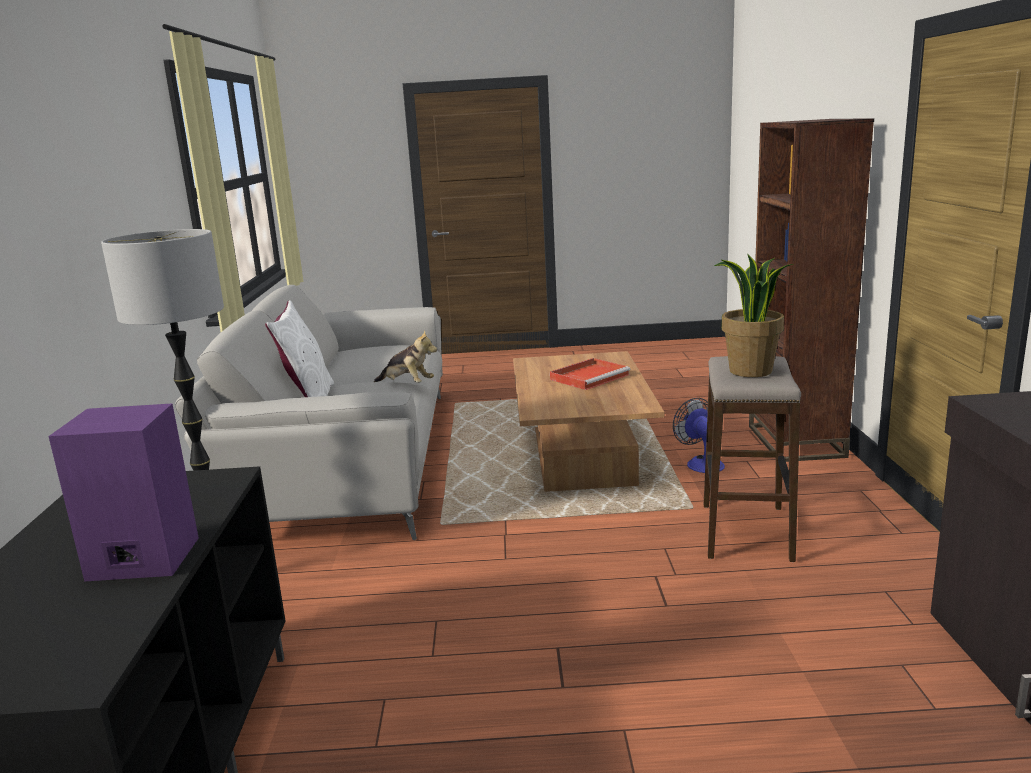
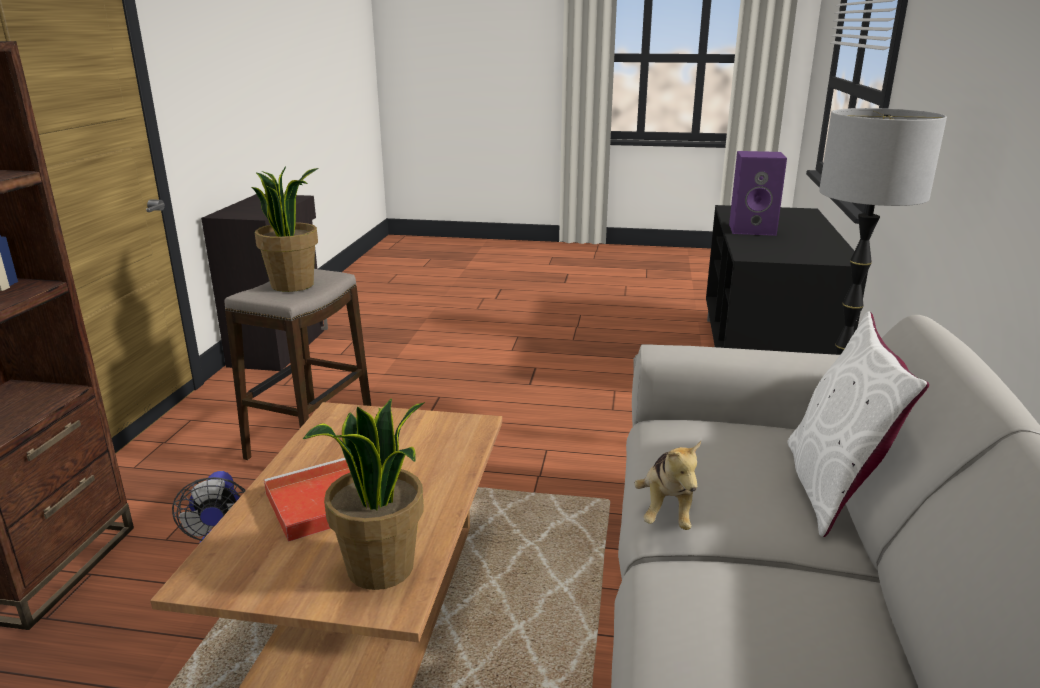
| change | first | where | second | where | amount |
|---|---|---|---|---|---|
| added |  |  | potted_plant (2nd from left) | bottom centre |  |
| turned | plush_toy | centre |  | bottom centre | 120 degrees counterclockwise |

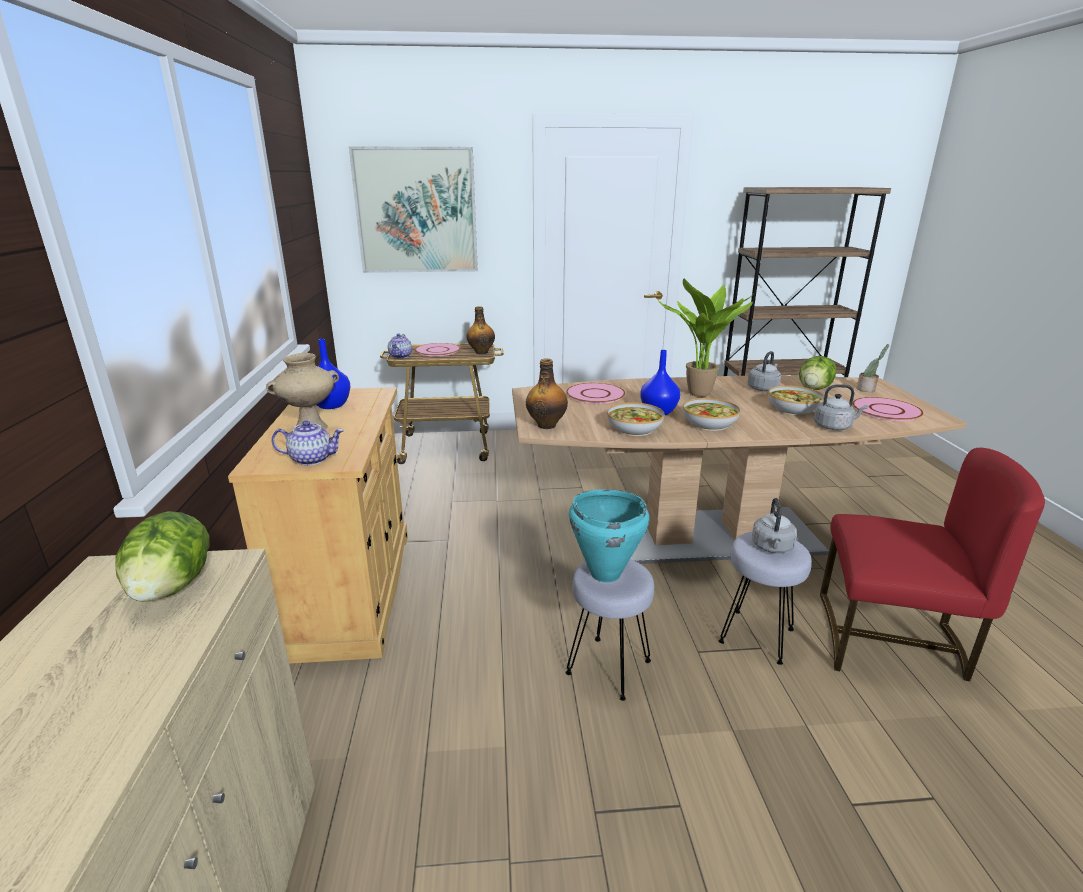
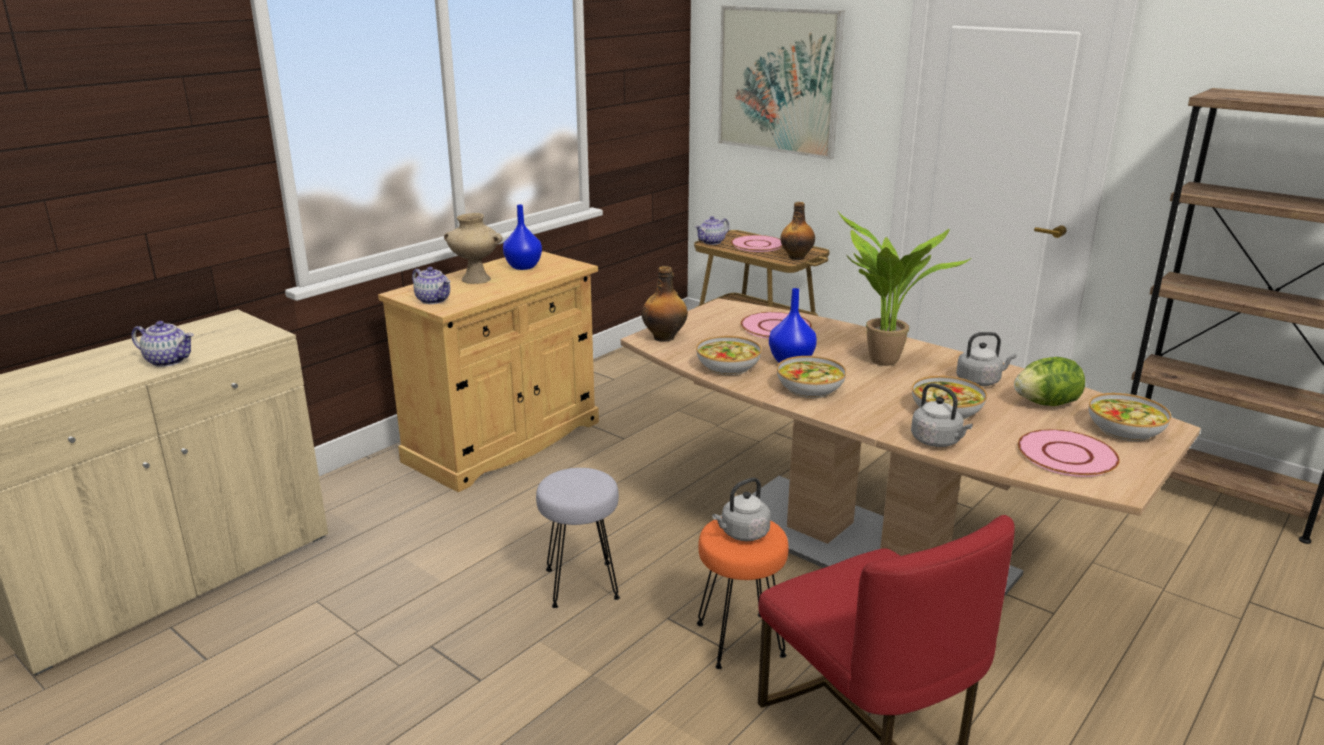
| change | first | where | second | where | amount |
|---|---|---|---|---|---|
| added |  |  | teapot (1st from left) | middle left |  |
| recoloured | grey_stool (2nd from left) | bottom right | orange_stool | bottom centre |  |
| replaced | potted_plant (2nd from left) | middle right | bowl (4th from left) | middle right |  |
| removed | lettuce (1st from left) | middle left |  |  |  |
| removed | turquoise_cooking_pot | centre |  |  |  |

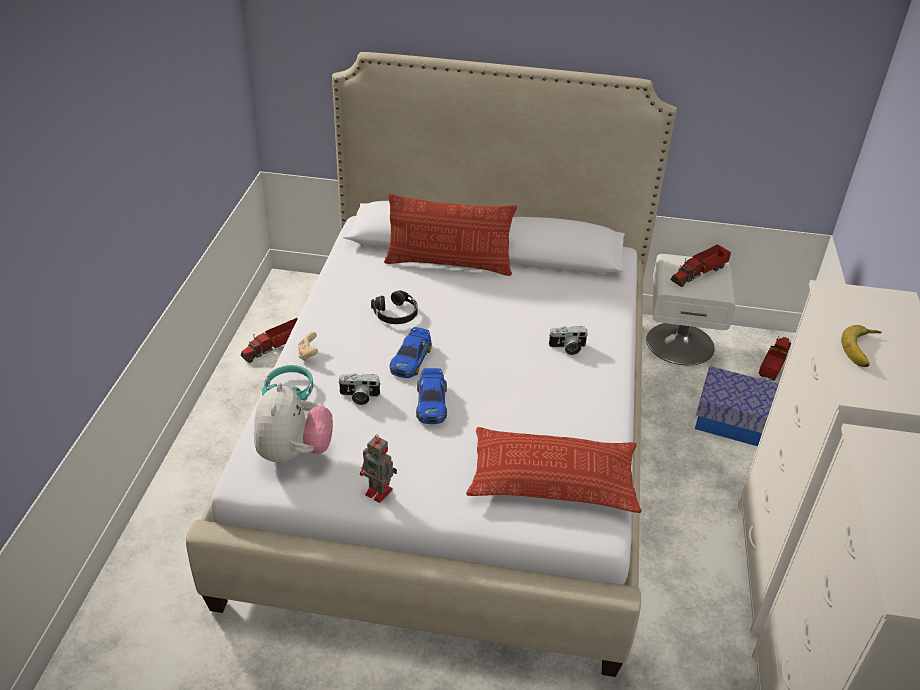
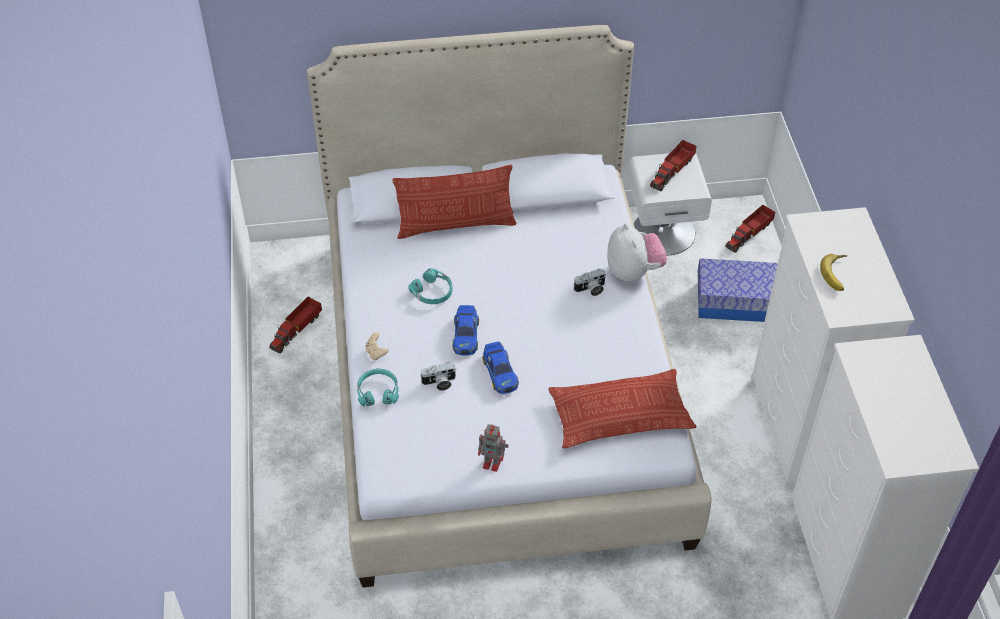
| change | first | where | second | where | amount |
|---|---|---|---|---|---|
| recoloured | black_headphones | centre | turquoise_headphones (2nd from left) | centre |  |
| moved | plush_toy | middle left |  | centre |  |
| turned | toy_truck (3rd from left) | middle right |  | middle right | 150 degrees counterclockwise |

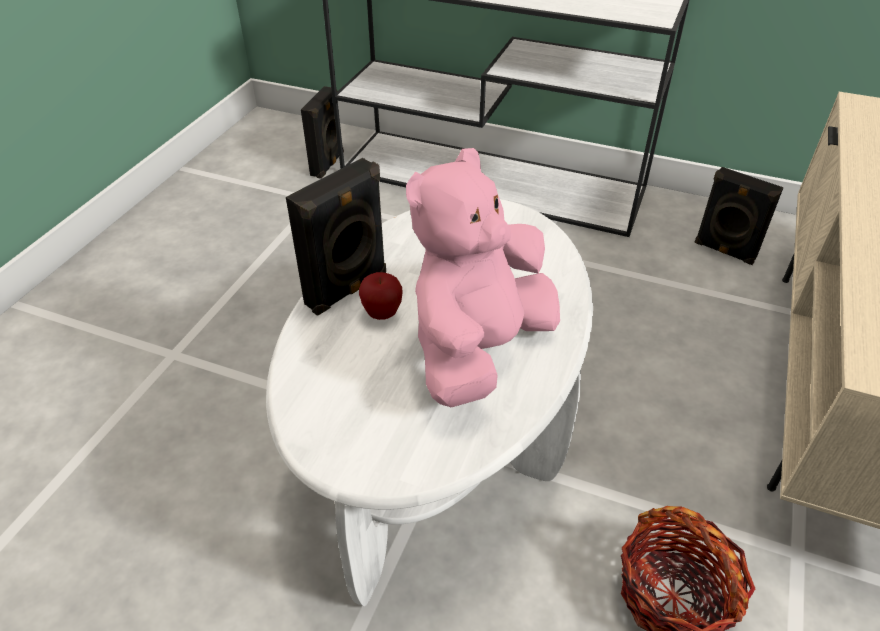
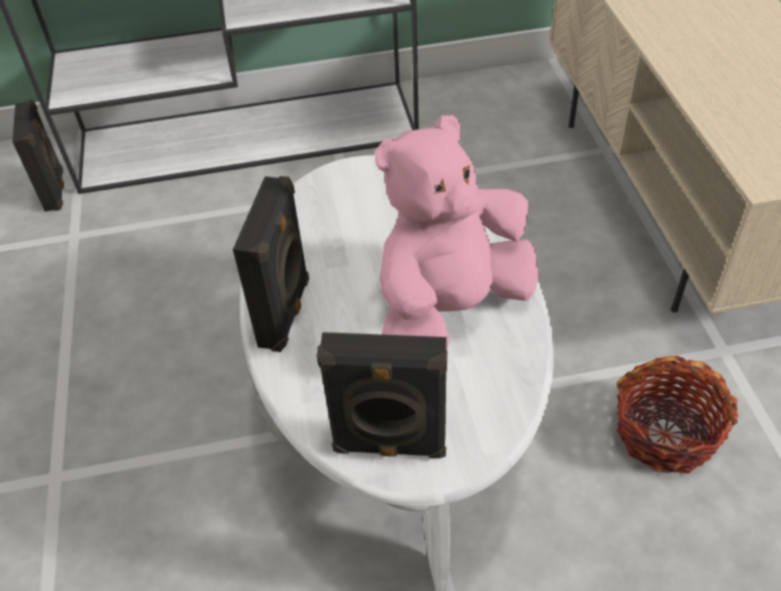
| change | first | where | second | where | amount |
|---|---|---|---|---|---|
| moved | black_speaker (3rd from left) | middle right |  | bottom centre |  |
| turned | pink_plush_toy | centre |  | centre | 45 degrees clockwise |
| removed | apple | centre |  |  |  |

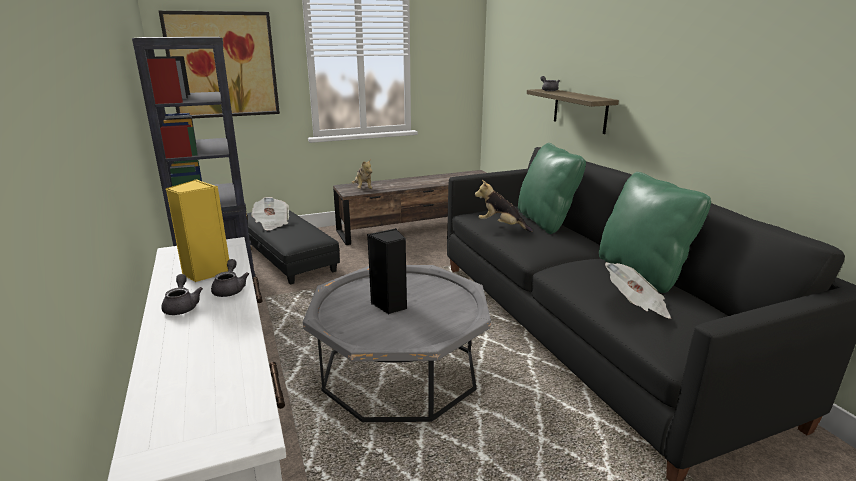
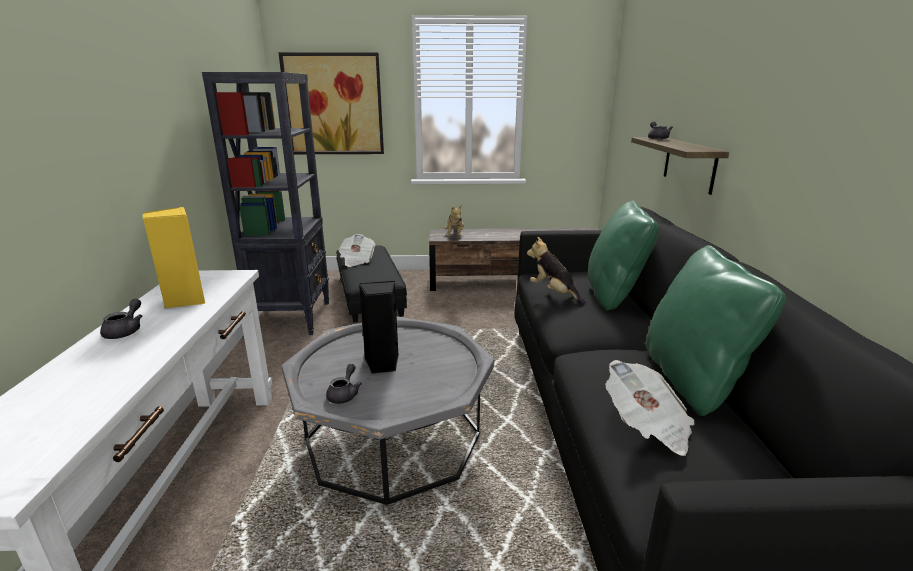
| change | first | where | second | where | amount |
|---|---|---|---|---|---|
| moved | grey_teapot (2nd from left) | middle left |  | bottom centre |  |

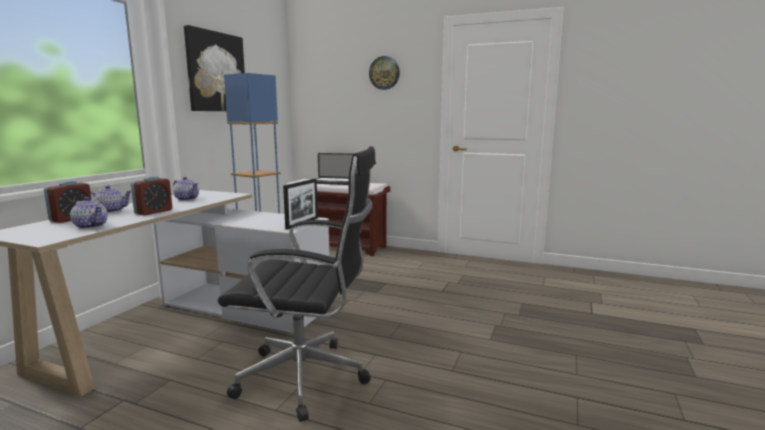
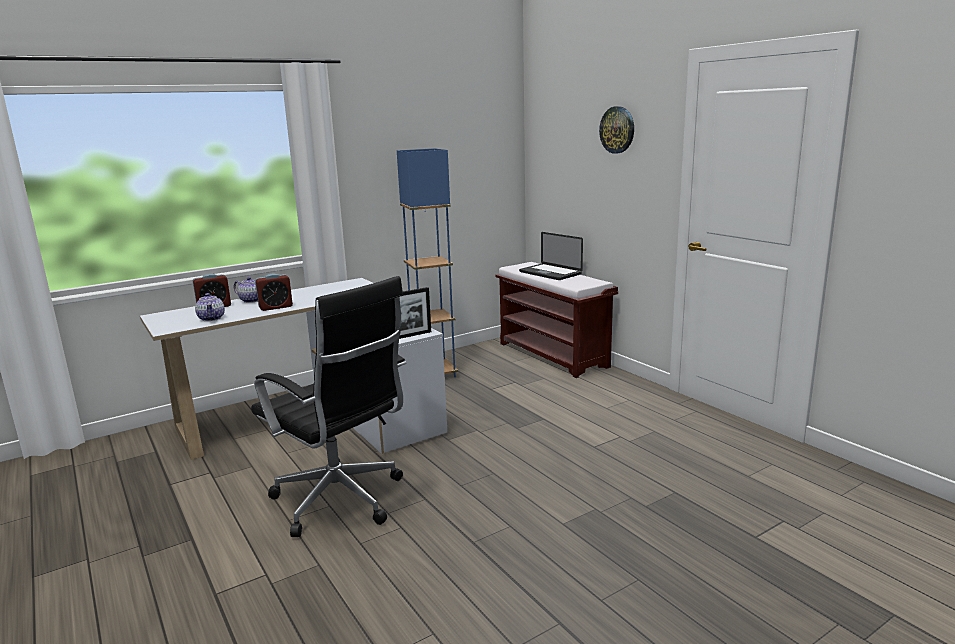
| change | first | where | second | where | amount |
|---|---|---|---|---|---|
| removed | teapot (3rd from left) | middle left |  |  |  |
| removed | picture | top left |  |  |  |

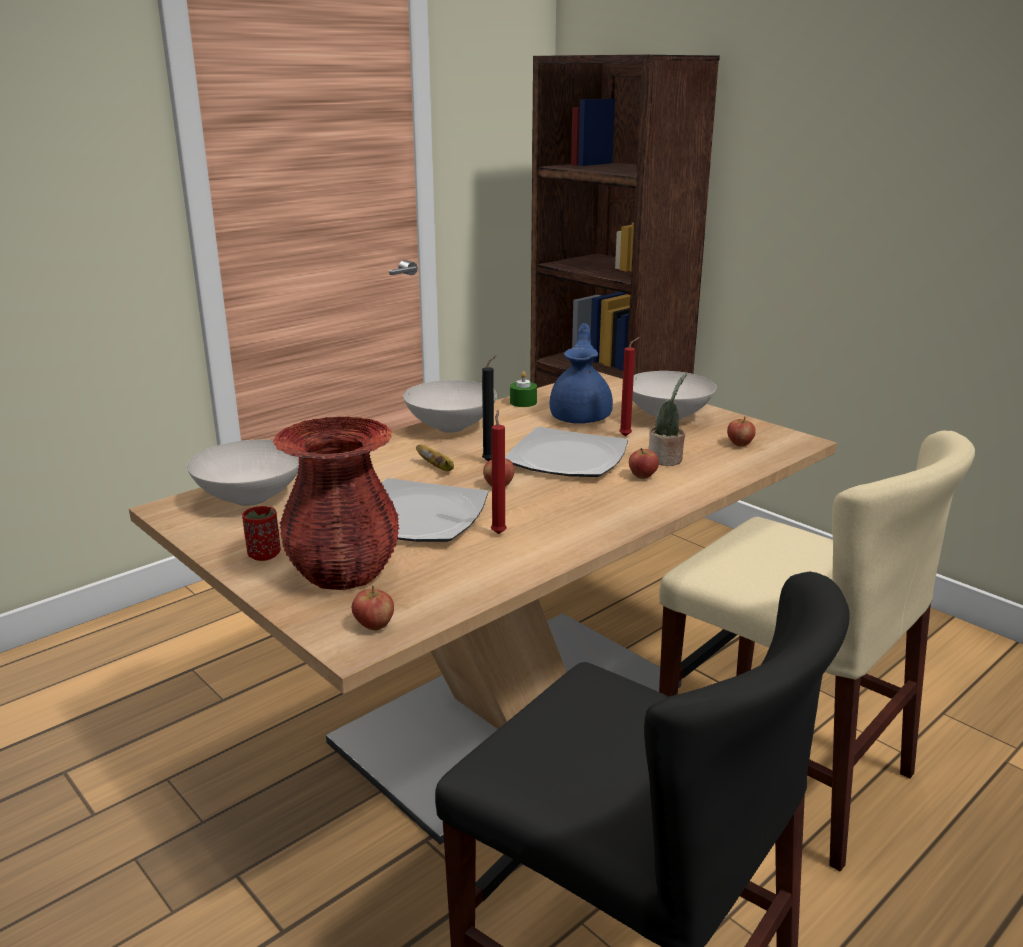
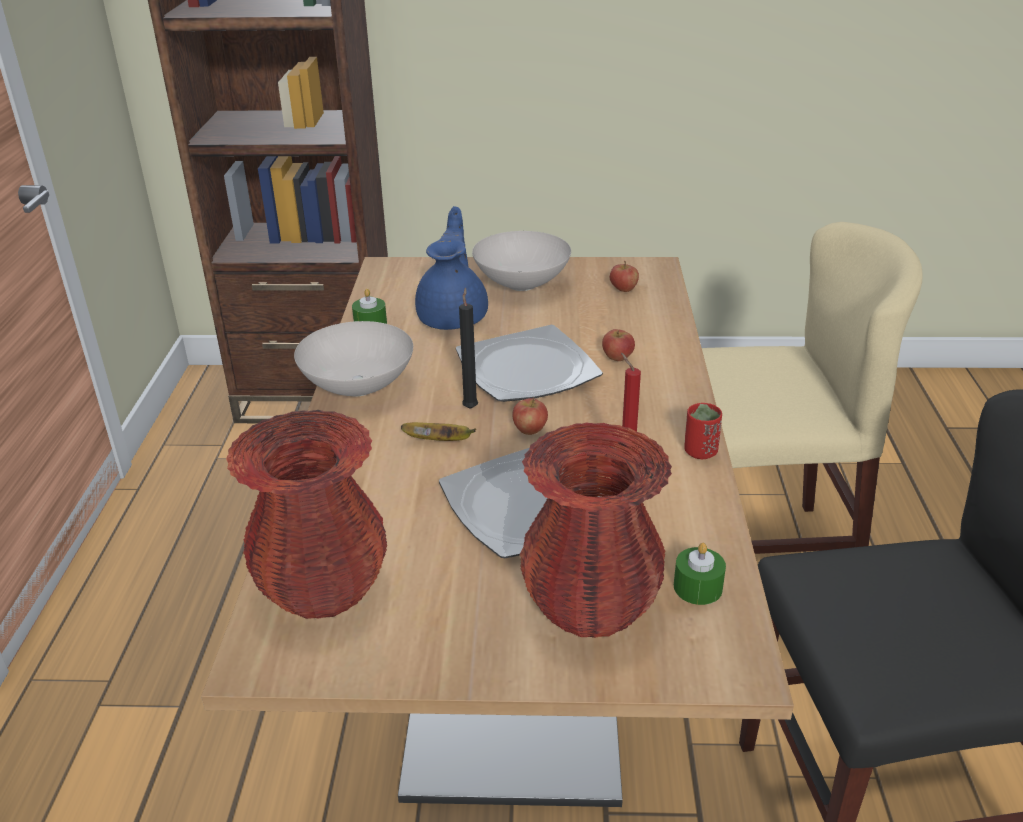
| change | first | where | second | where | amount |
|---|---|---|---|---|---|
| replaced | white_bowl (1st from left) | middle left | red_vase (1st from left) | middle left |  |
| turned | blue_teapot | centre |  | top centre | 45 degrees clockwise |
| added |  |  | green_candle (2nd from left) | bottom right |  |
| moved | red_cup | middle left |  | middle right |  |
| removed | apple (1st from left) | centre |  |  |  |
| removed | red_candle (2nd from left) | centre |  |  |  |
| removed | potted_plant | centre |  |  |  |

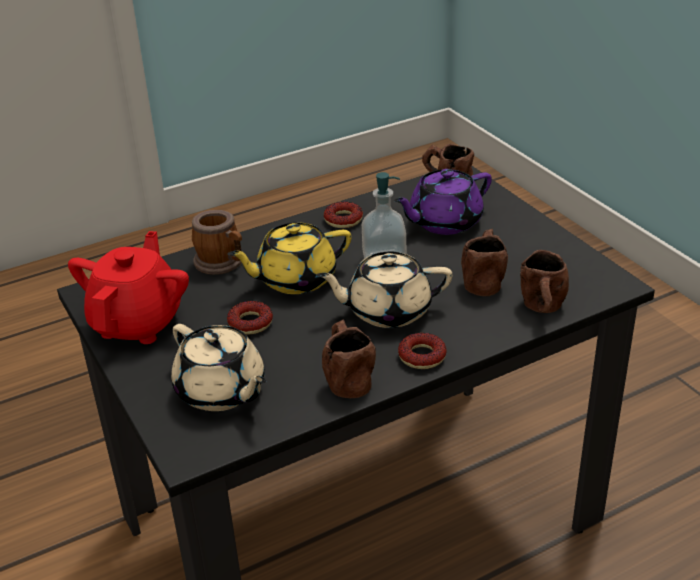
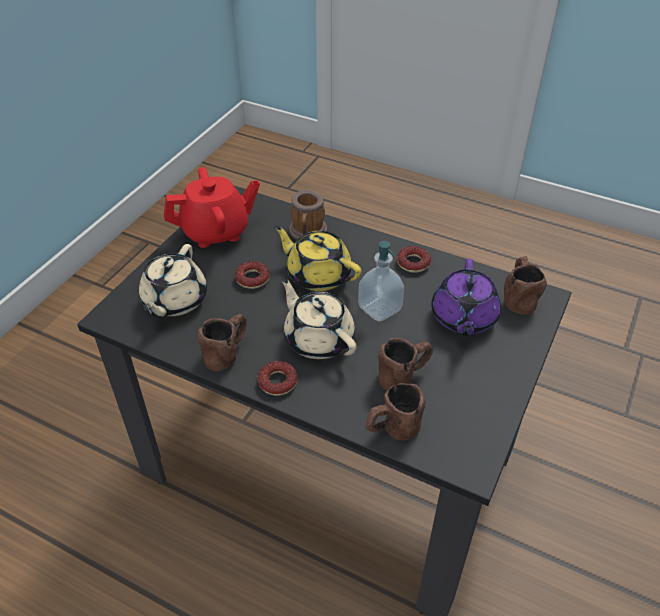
| change | first | where | second | where | amount |
|---|---|---|---|---|---|
| turned | purple_teapot | centre |  | middle right | 105 degrees counterclockwise |

